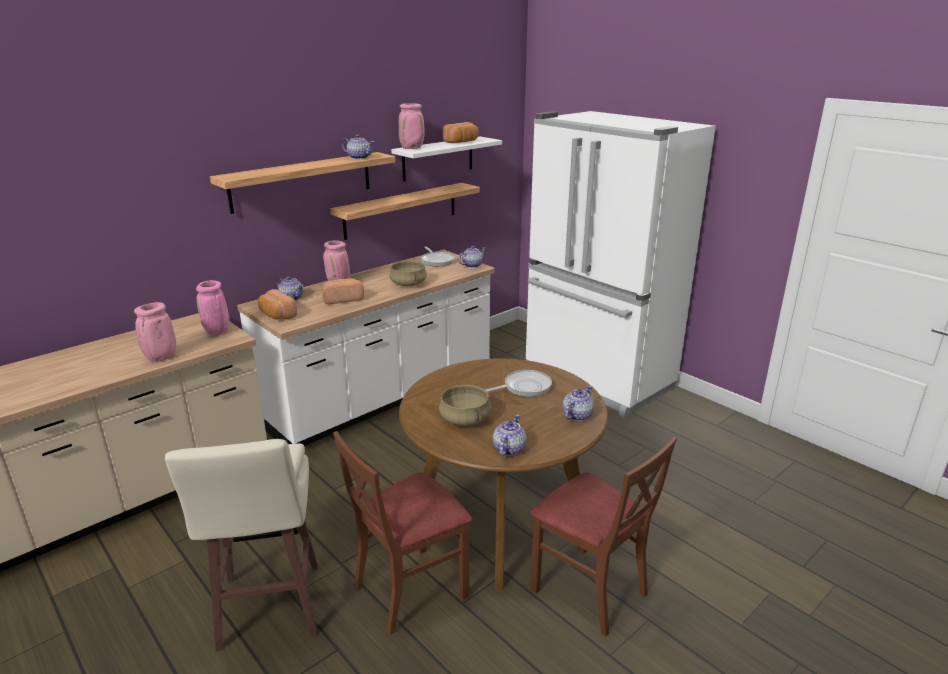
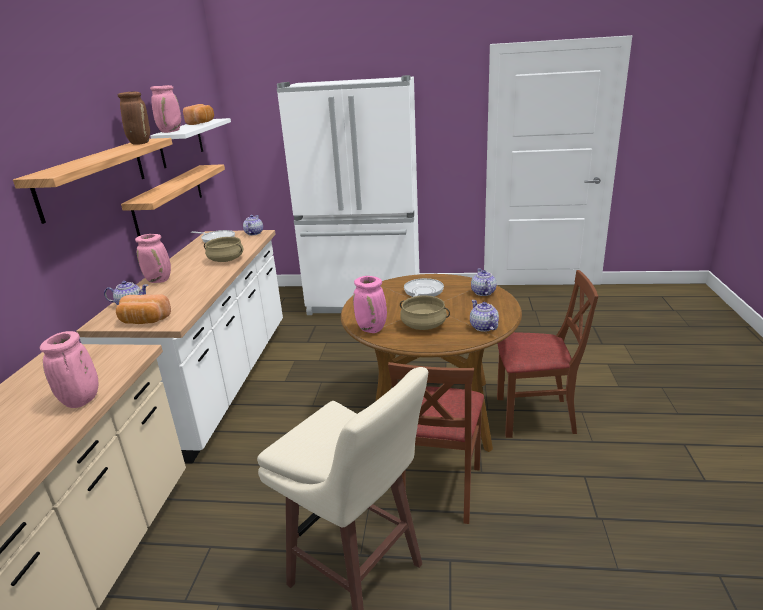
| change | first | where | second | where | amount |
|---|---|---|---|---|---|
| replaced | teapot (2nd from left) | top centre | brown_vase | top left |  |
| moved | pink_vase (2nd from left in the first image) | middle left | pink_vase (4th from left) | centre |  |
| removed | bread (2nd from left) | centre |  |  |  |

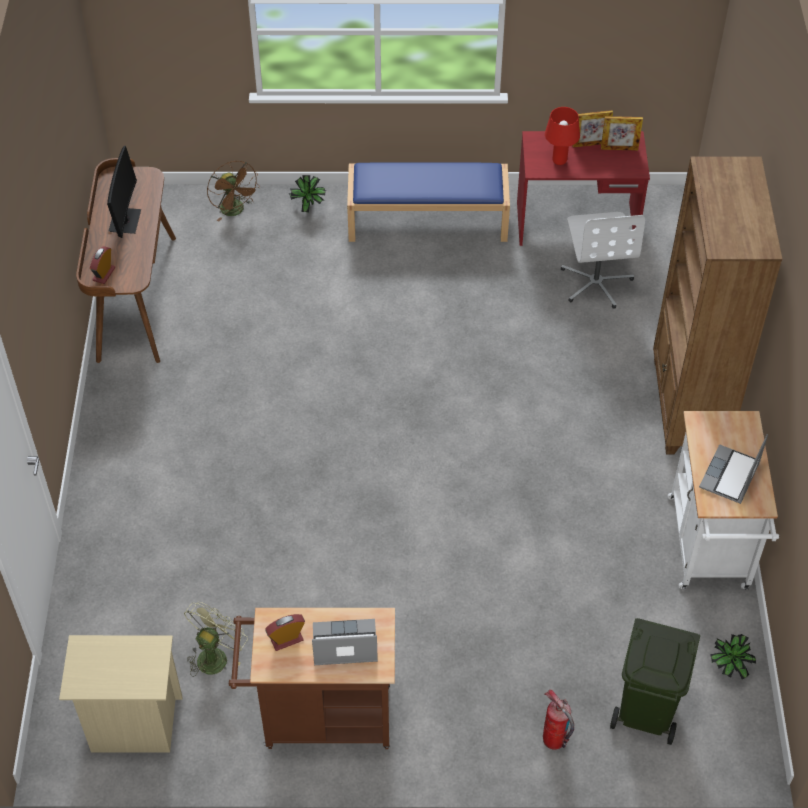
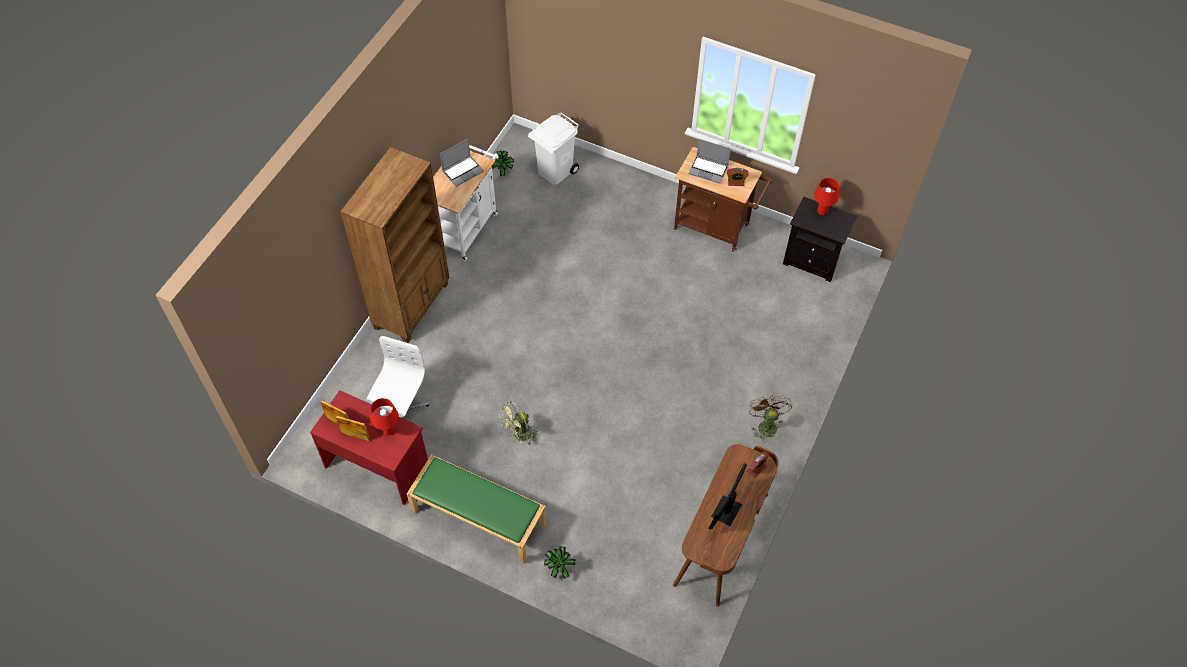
| change | first | where | second | where | amount |
|---|---|---|---|---|---|
| recoloured | blue_bench | top centre | green_bench | bottom centre |  |
| moved | green_fan | bottom left |  | centre |  |
| recoloured | green_trash_can | bottom right | white_trash_can | top centre |  |
| moved | brown_fan | top left |  | centre |  |
| recoloured | beige_nightstand | bottom left | black_nightstand | middle right |  |
| added |  |  | red_table_lamp (2nd from left) | top right |  |
| removed | fire_extinguisher | bottom right |  |  |  |

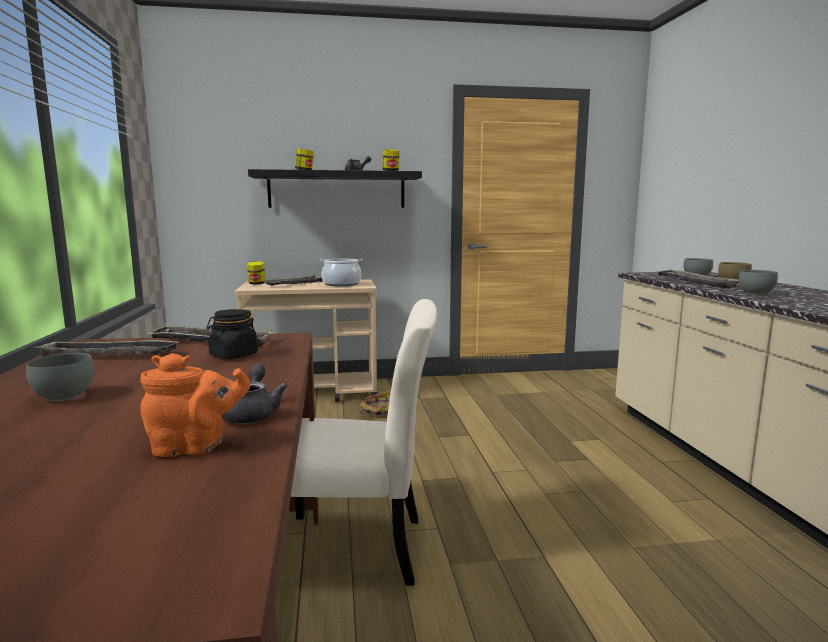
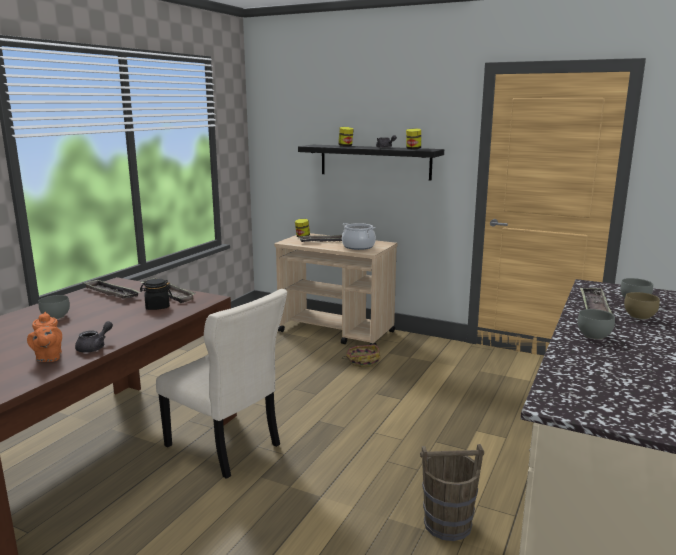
| change | first | where | second | where | amount |
|---|---|---|---|---|---|
| turned | orange_teapot | middle left |  | middle left | 45 degrees clockwise |
| added |  |  | brown_bucket | bottom right |  |

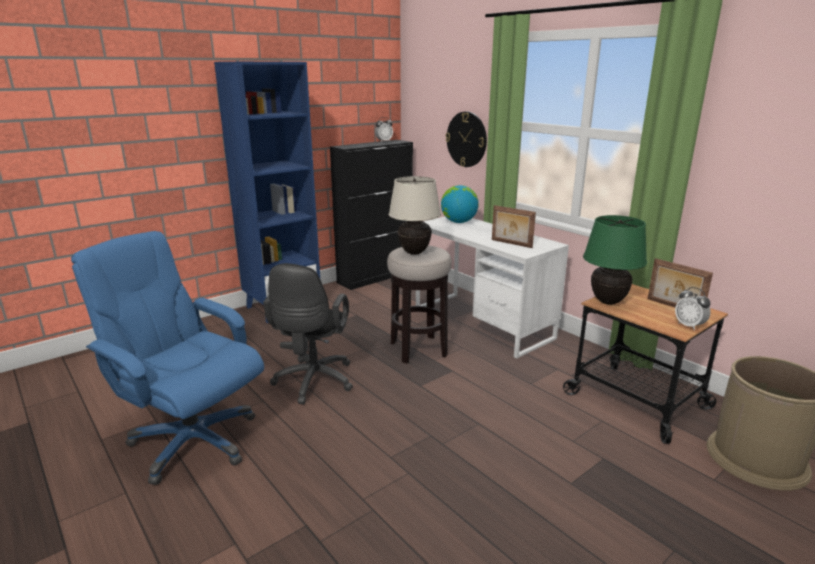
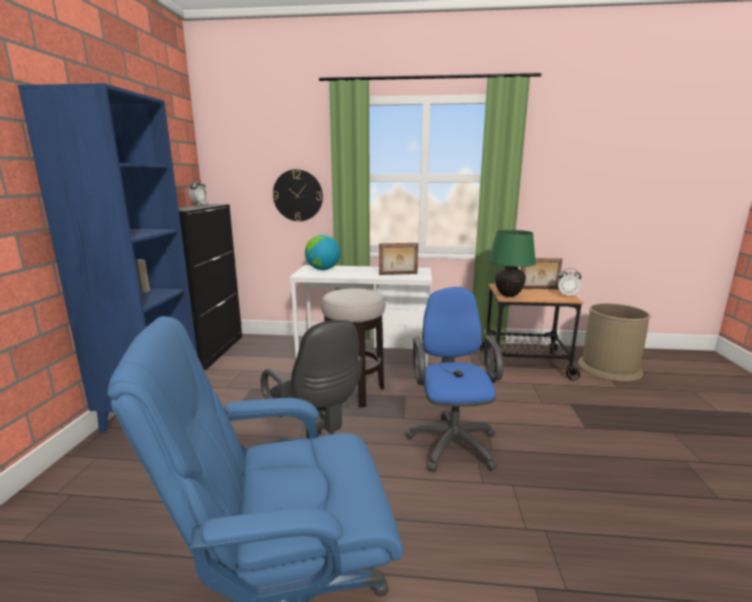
| change | first | where | second | where | amount |
|---|---|---|---|---|---|
| added |  |  | blue_office_chair (2nd from left) | centre |  |
| removed | beige_table_lamp | centre |  |  |  |

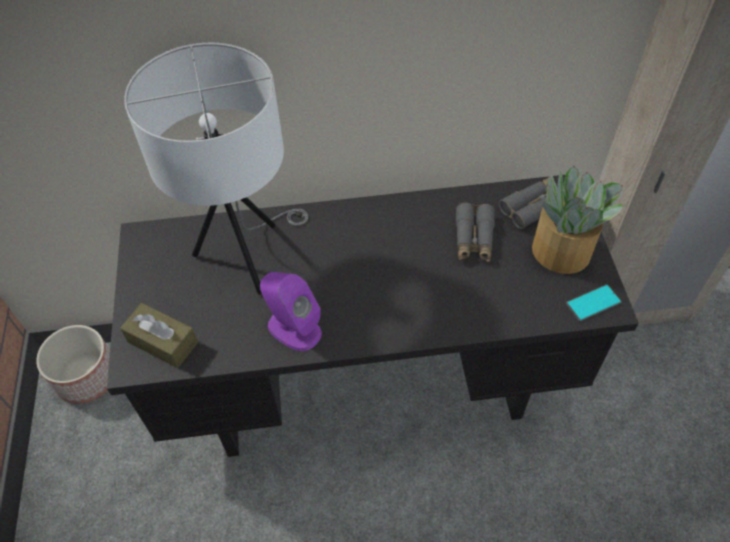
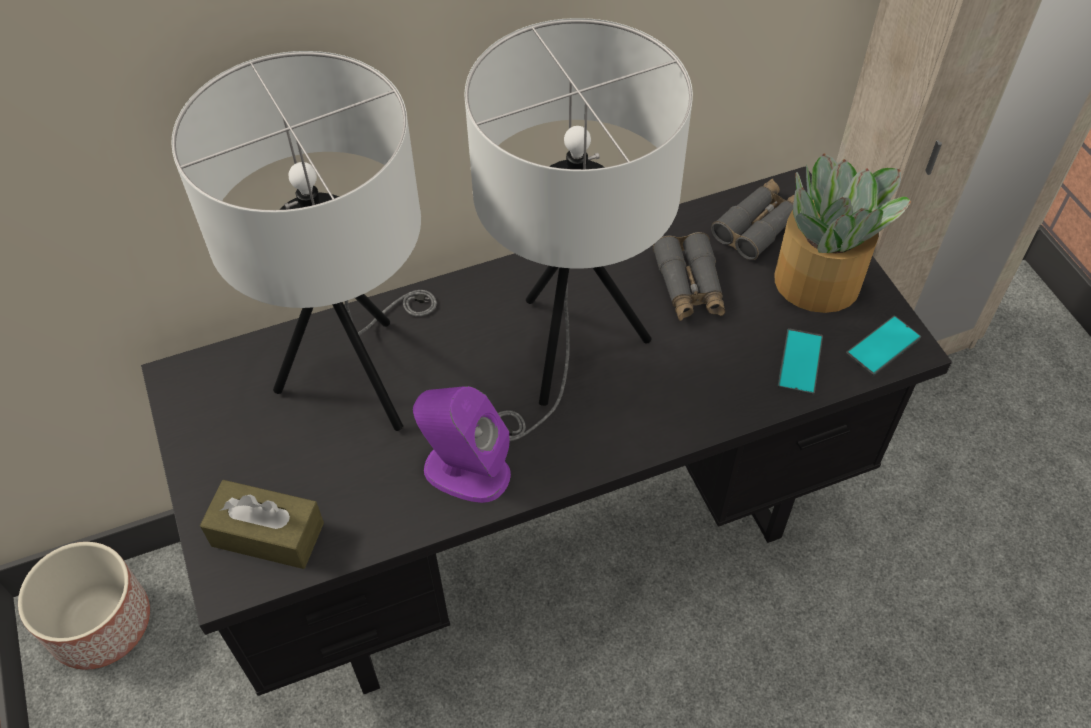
| change | first | where | second | where | amount |
|---|---|---|---|---|---|
| added |  |  | white_table_lamp (2nd from left) | top centre |  |
| added |  |  | phone (1st from left) | middle right |  |

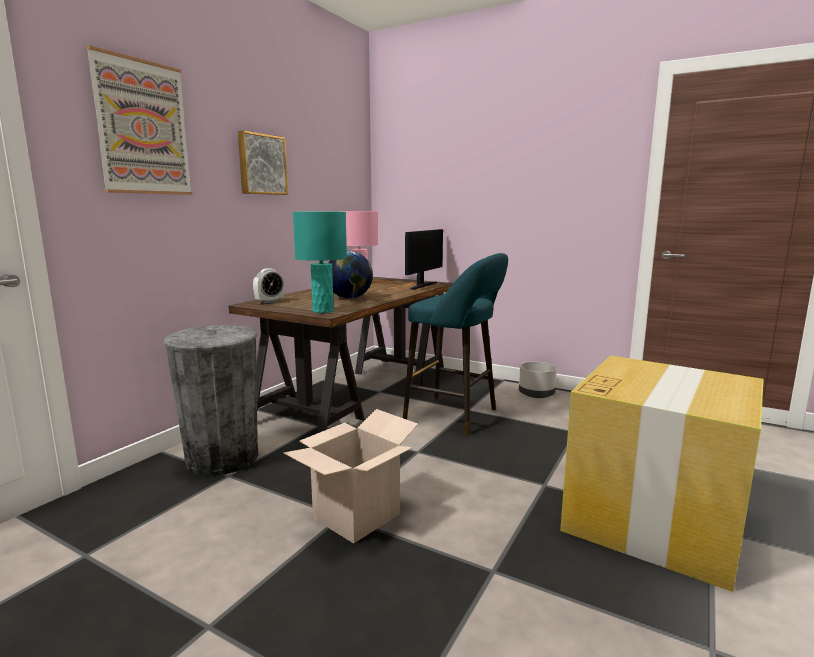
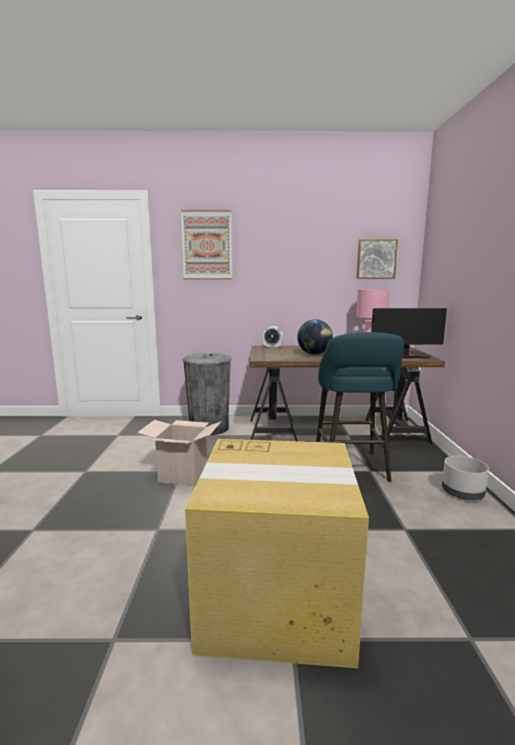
| change | first | where | second | where | amount |
|---|---|---|---|---|---|
| moved | picture (2nd from left) | top left |  | middle right |  |
| removed | turquoise_table_lamp | centre |  |  |  |

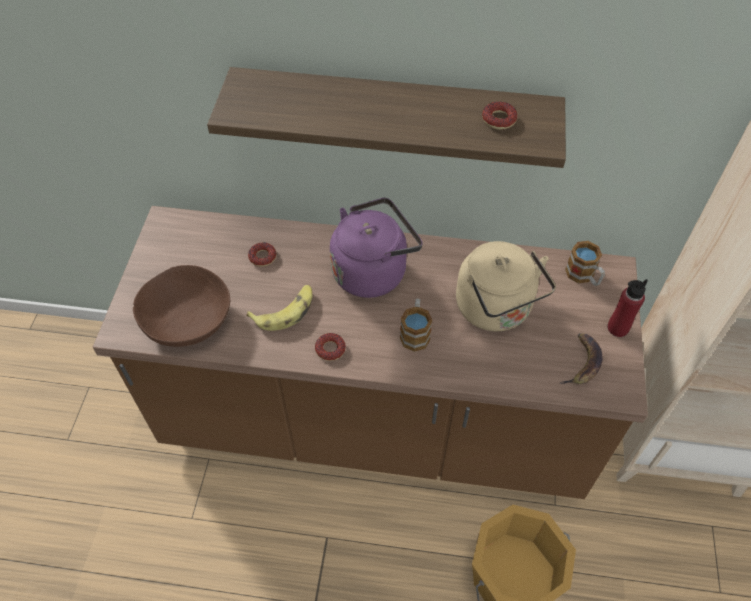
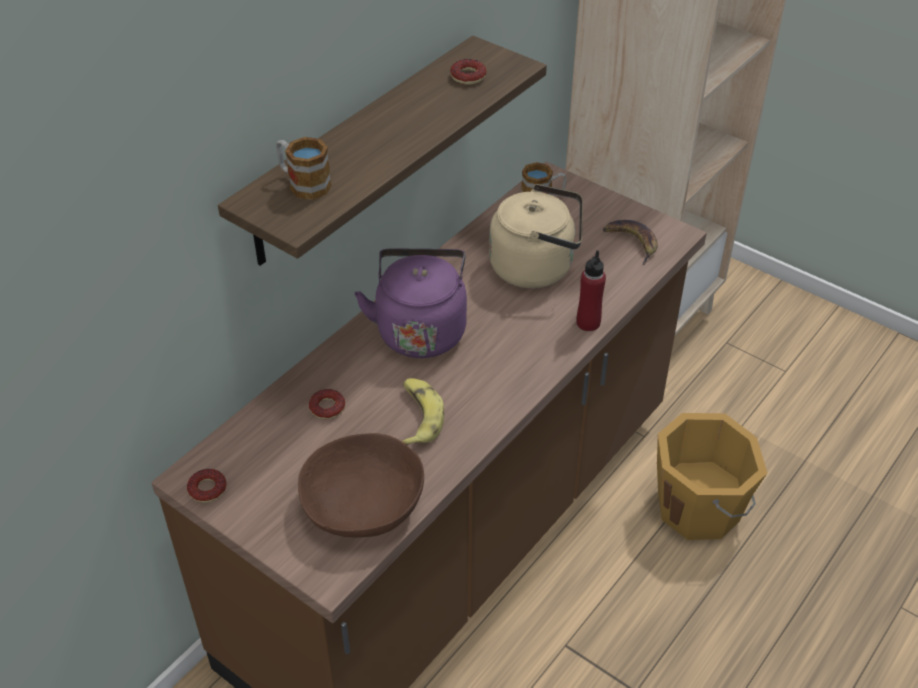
| change | first | where | second | where | amount |
|---|---|---|---|---|---|
| moved | donut (2nd from left in the first image) | centre | donut (1st from left) | bottom left |  |
| moved | mug (1st from left) | centre |  | top left |  |
| moved | red_bottle | middle right |  | centre |  |

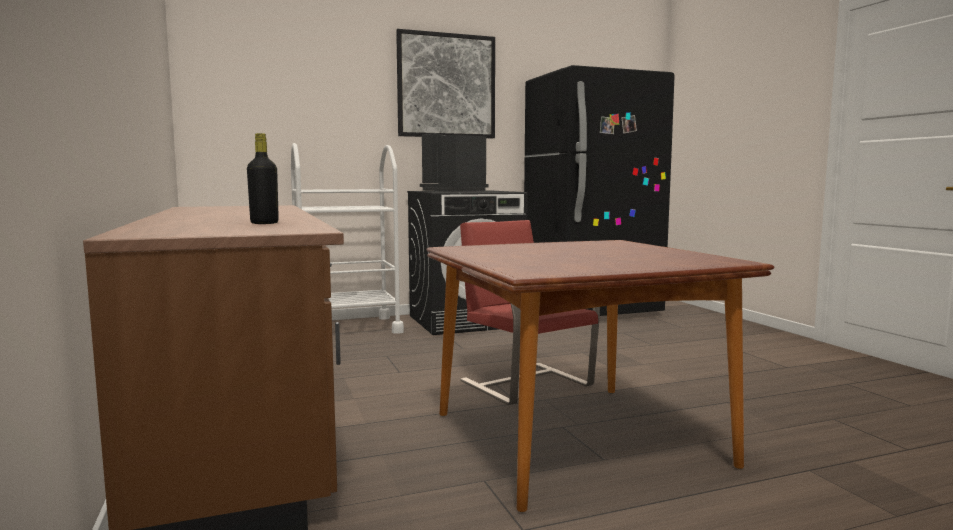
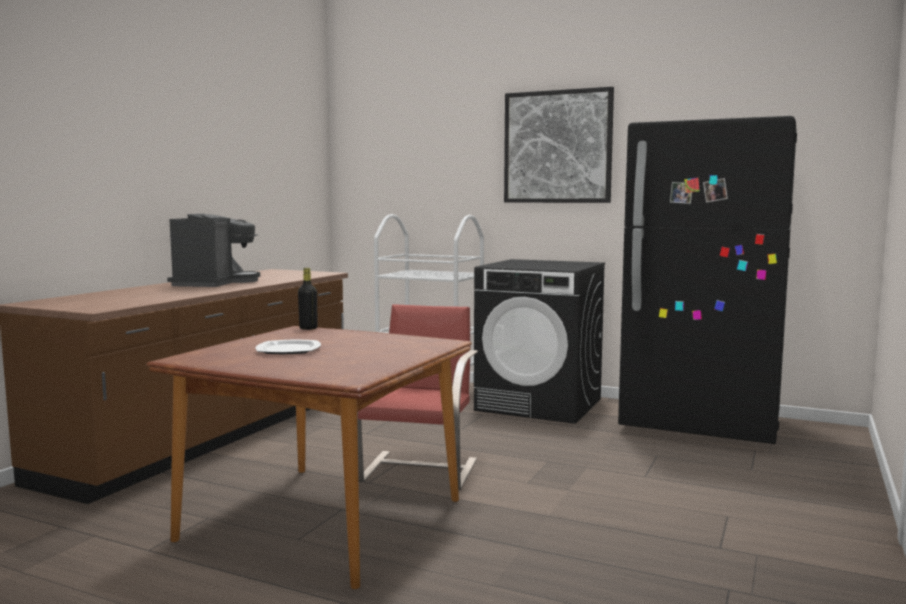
| change | first | where | second | where | amount |
|---|---|---|---|---|---|
| moved | coffee_machine | top centre |  | middle left |  |
| added |  |  | plate | middle left |  |
| moved | black_bottle | middle left |  | centre |  |

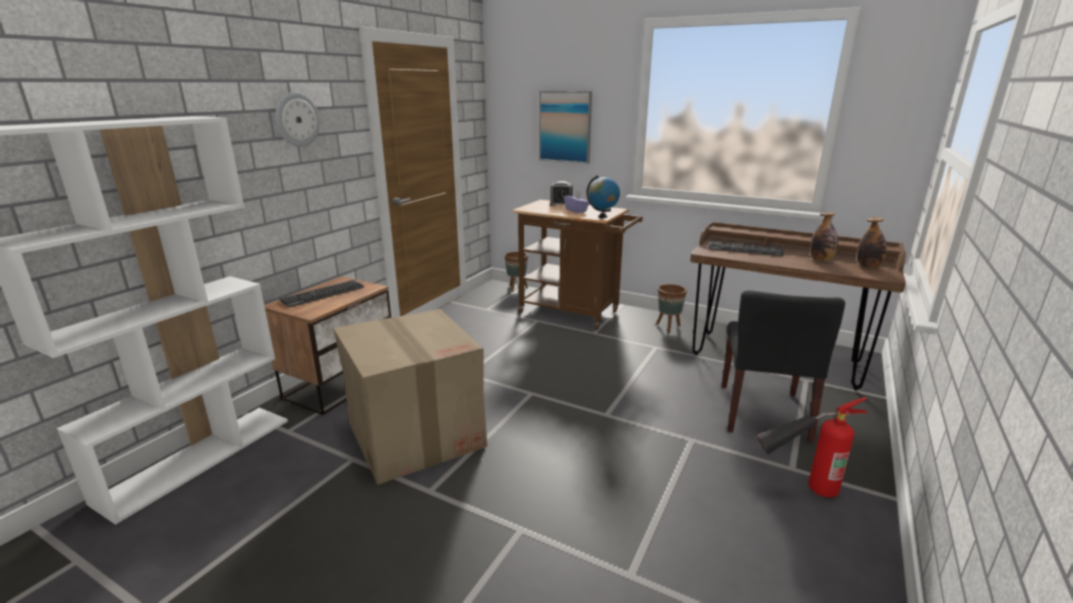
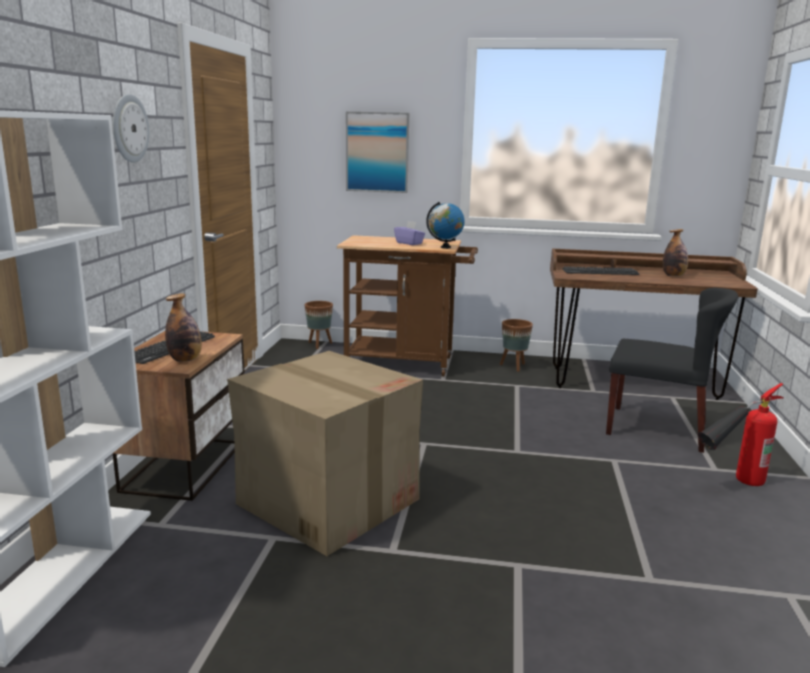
| change | first | where | second | where | amount |
|---|---|---|---|---|---|
| moved | bottle (2nd from left in the first image) | middle right | bottle (1st from left) | middle left |  |
| turned | black_chair | middle right |  | middle right | 60 degrees counterclockwise |
| removed | alarm_clock | top centre |  |  |  |

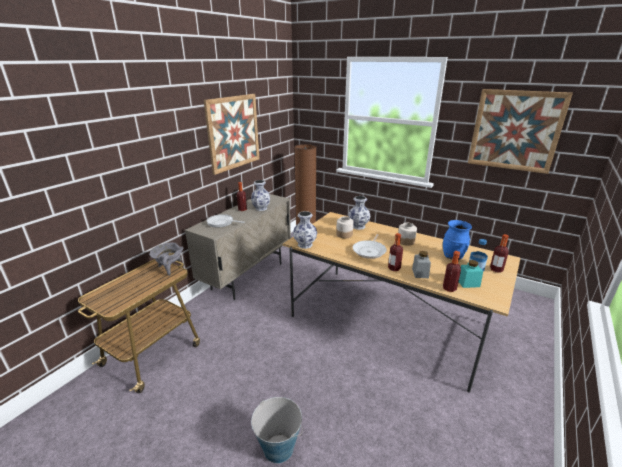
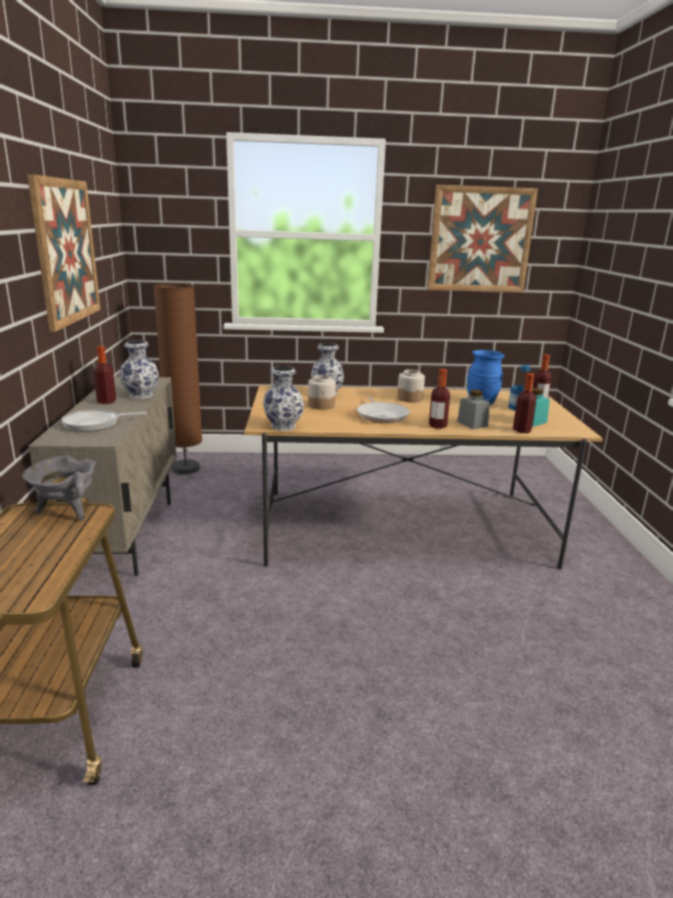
| change | first | where | second | where | amount |
|---|---|---|---|---|---|
| removed | bucket | bottom centre |  |  |  |

